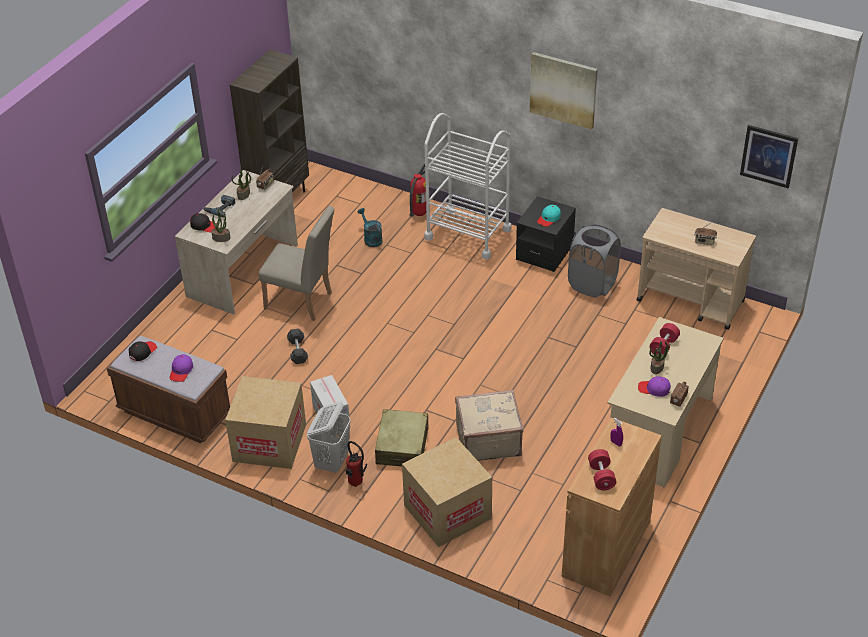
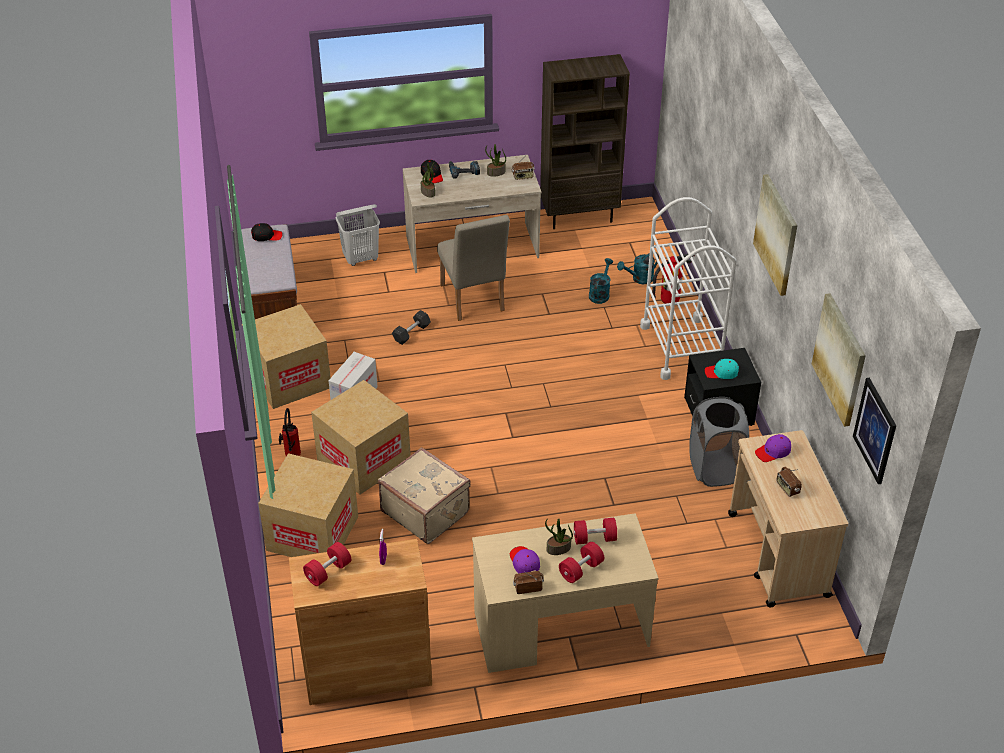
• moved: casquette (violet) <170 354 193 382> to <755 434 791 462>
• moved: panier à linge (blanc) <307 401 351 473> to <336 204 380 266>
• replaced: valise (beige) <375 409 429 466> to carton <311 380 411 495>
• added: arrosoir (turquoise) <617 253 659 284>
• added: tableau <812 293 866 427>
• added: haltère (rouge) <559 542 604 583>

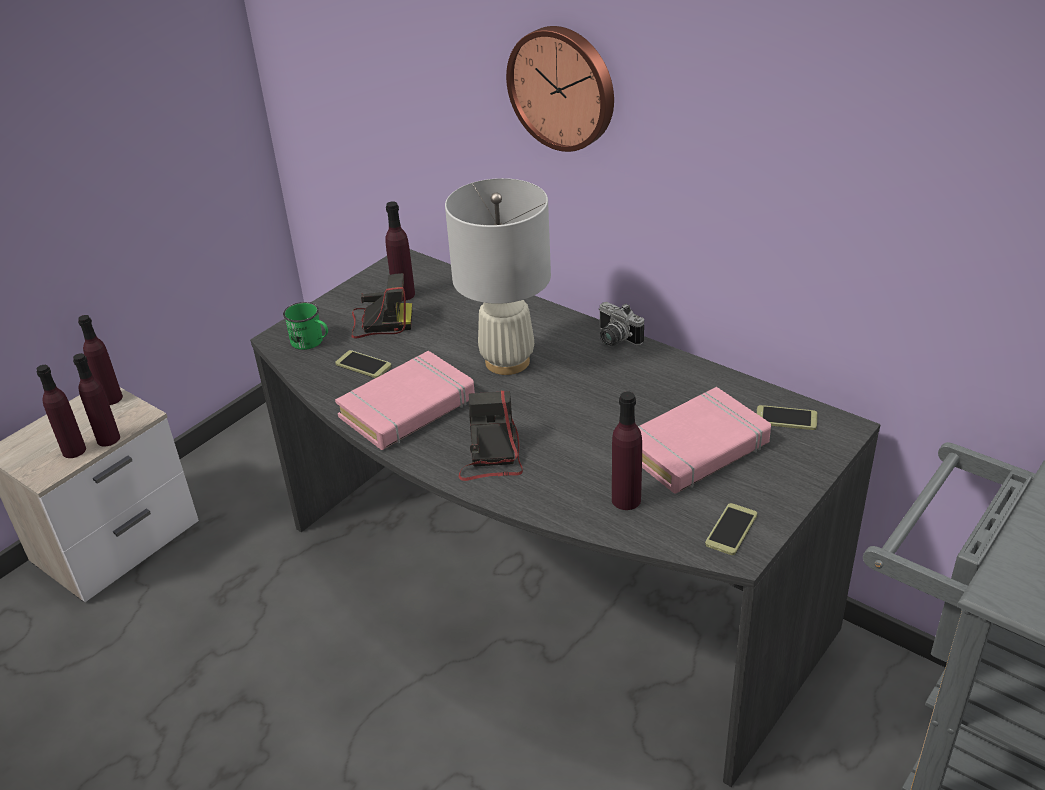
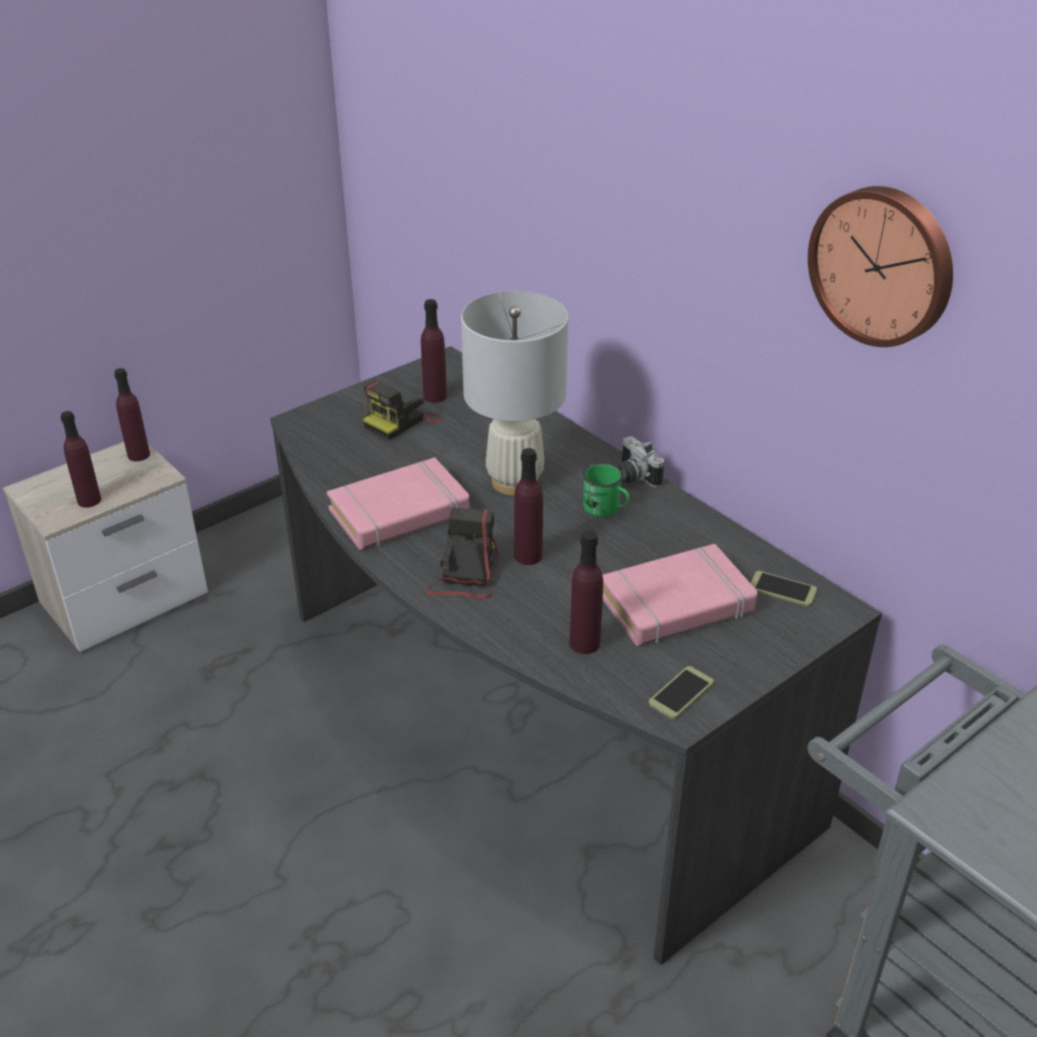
• moved: horloge murale <506 26 614 152> to <808 186 953 347>
• turned: appareil photo <351 273 412 338> = <363 380 442 440> 120 degrees clockwise
• moved: mug (vert) <283 302 328 350> to <583 463 630 517>
• removed: téléphone <335 350 391 378>
• moved: bouteille (violet) <73 353 120 447> to <514 448 543 565>

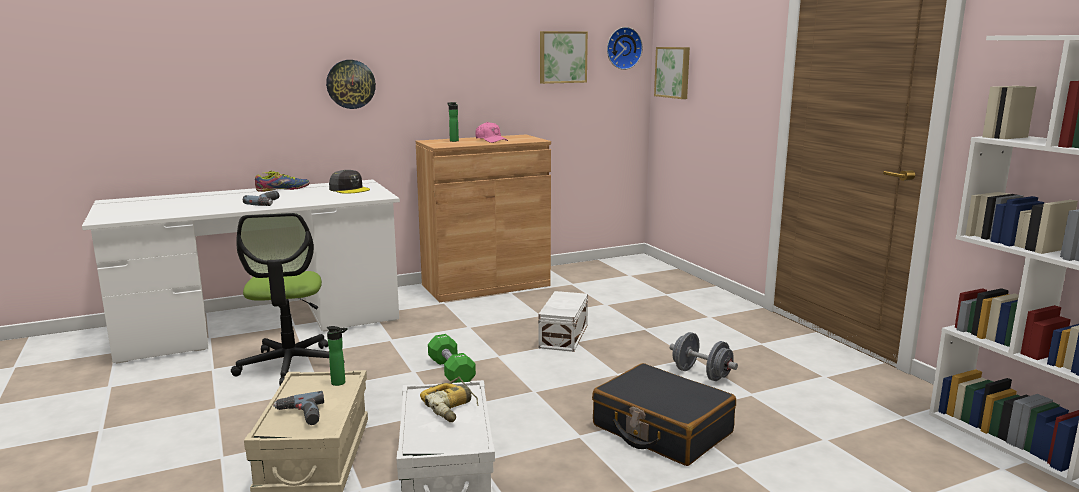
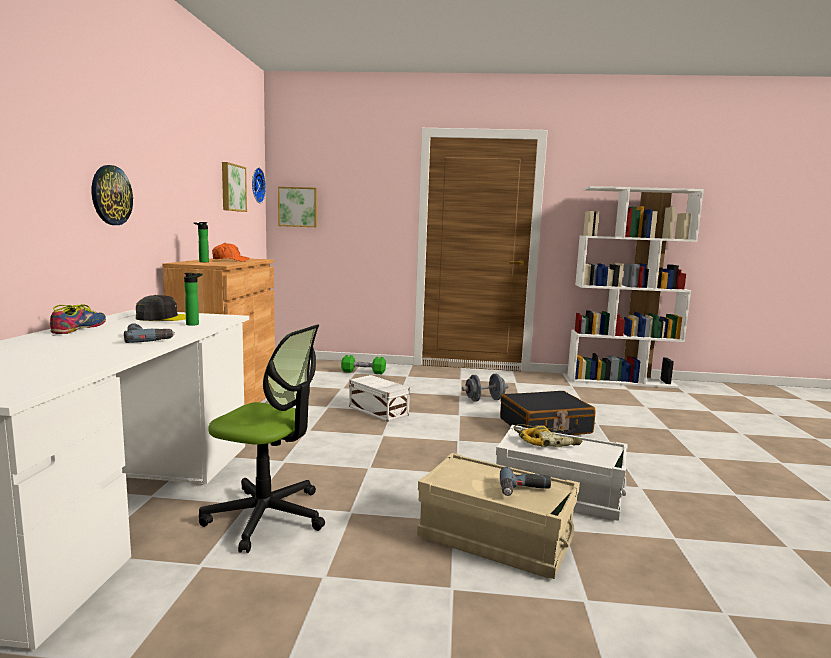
• recoloured: casquette (rose) <475 122 508 143> to casquette (orange) <212 243 249 262>
• moved: bouteille <327 326 348 386> to <184 273 202 326>
• moved: haltère (vert) <428 334 476 383> to <341 355 386 374>

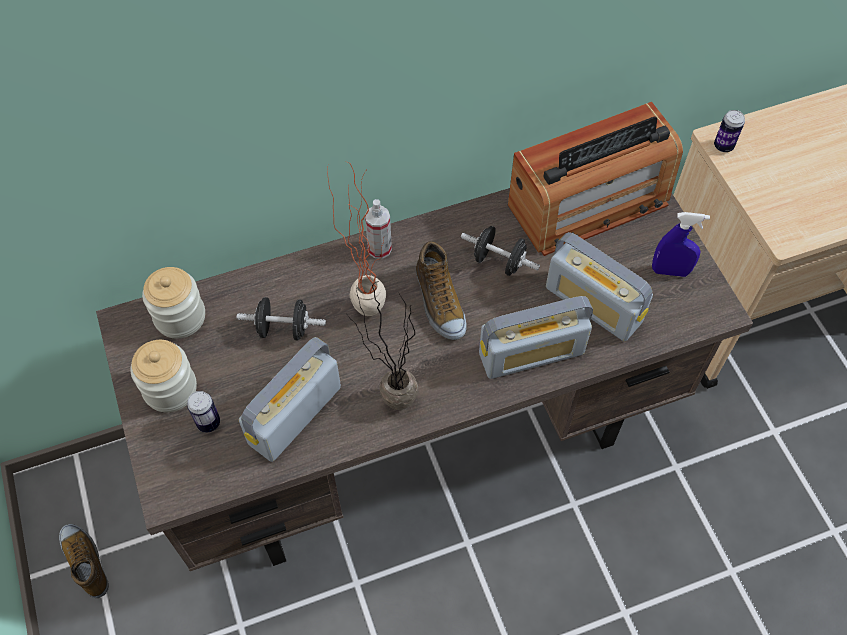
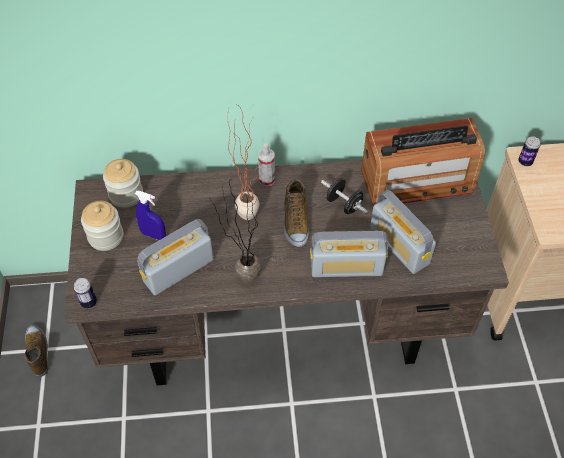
• moved: vaporisateur (bleu) <652 212 710 277> to <135 191 166 240>
• removed: haltère (noir) <237 297 326 341>
• moved: boîte métallique <187 391 220 433> to <73 278 97 309>

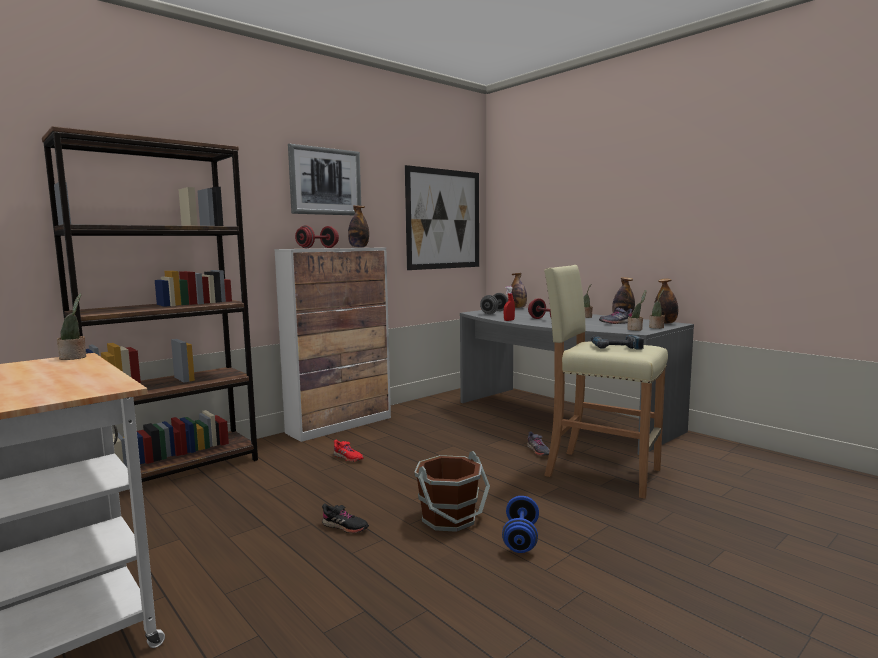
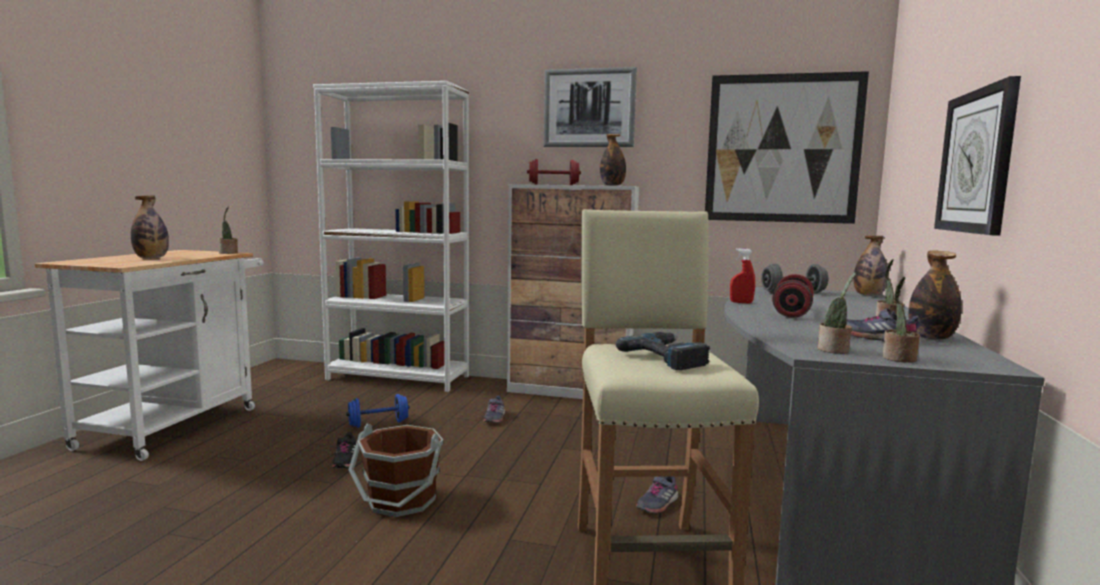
• recoloured: bibliothèque (marron) <42 126 258 482> to bibliothèque (blanc) <313 81 470 392>
• moved: bouteille <654 279 678 324> to <131 195 169 258>
• recoloured: chaussure (rouge) <334 440 364 462> to chaussure (gris) <484 396 505 423>
• moved: haltère (bleu) <502 496 539 553> to <346 394 409 428>
• added: horloge murale <934 76 1021 236>

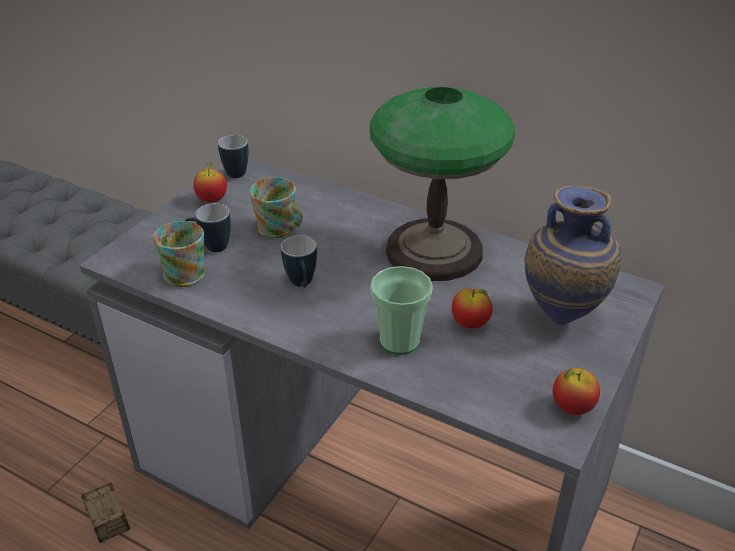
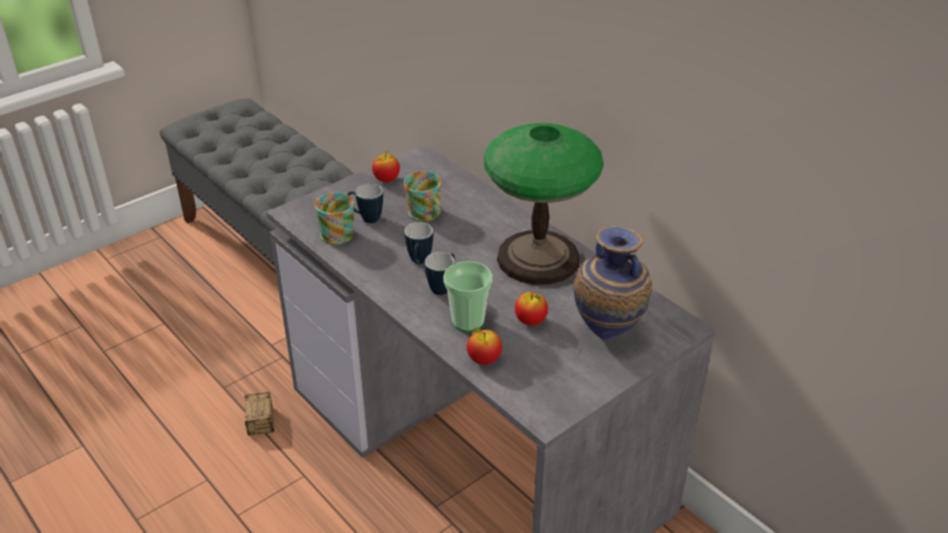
• moved: mug <218 135 248 178> to <425 252 455 295>
• moved: pomme <553 368 600 415> to <467 328 502 365>

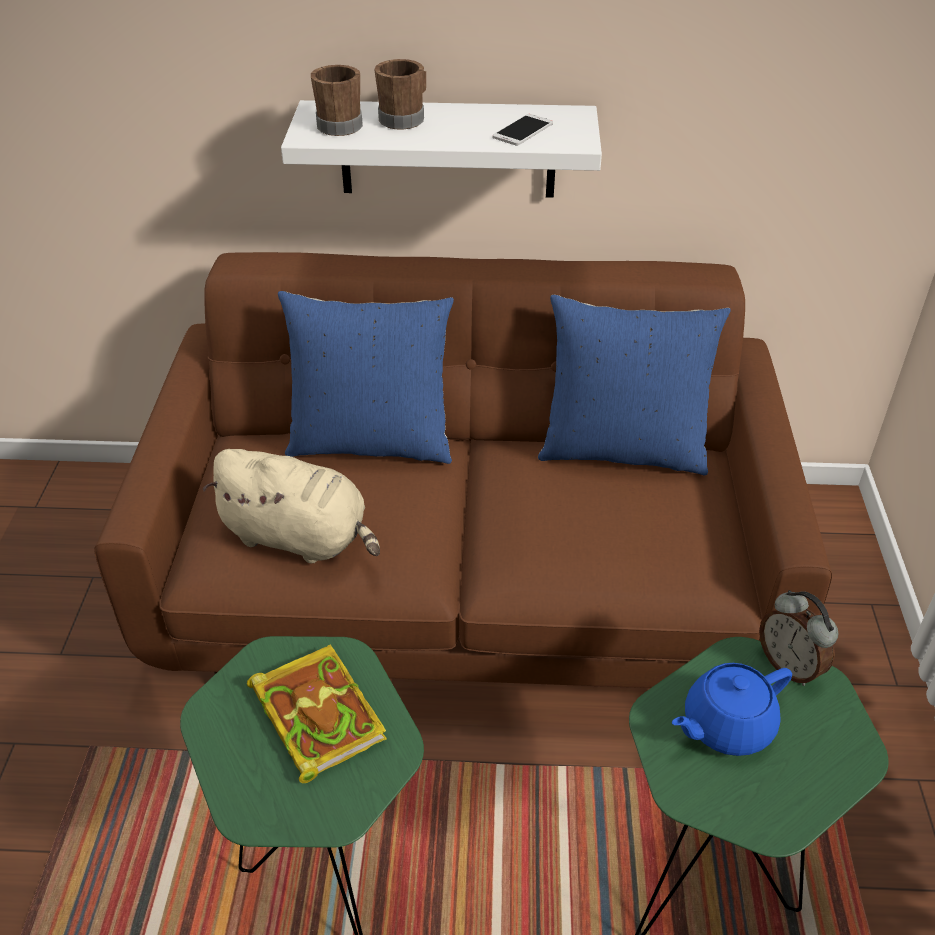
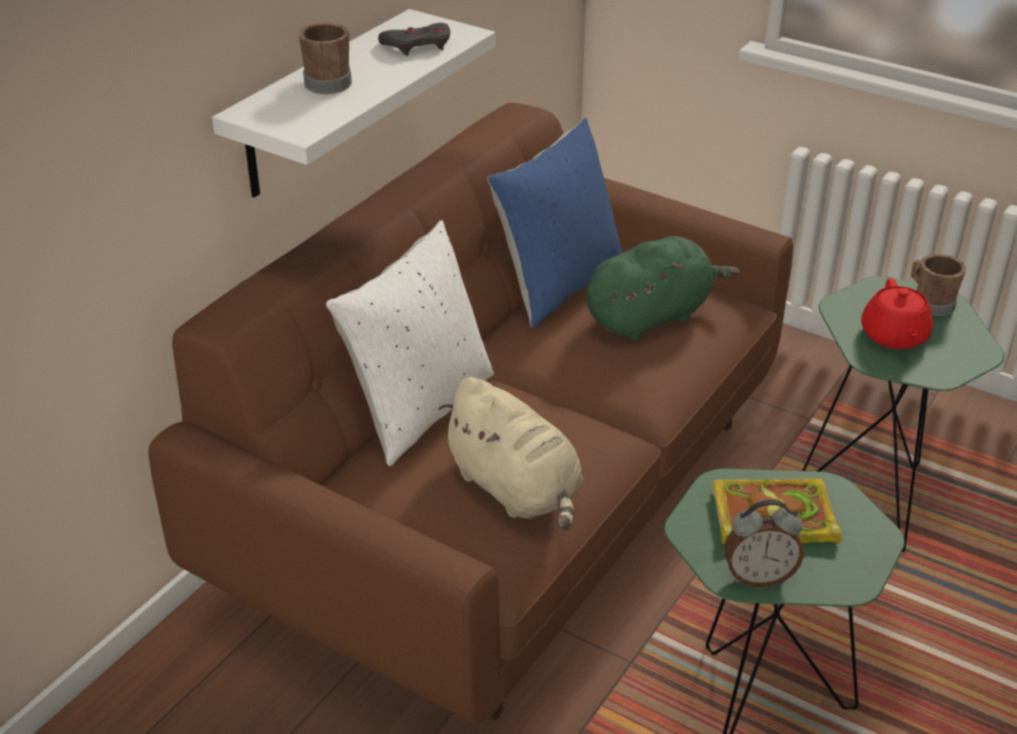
• moved: mug (marron) <311 65 363 136> to <911 254 966 316>
• replaced: téléphone <493 114 553 146> to manette (gris) <378 23 450 56>
• recoloured: coussin (bleu) <278 291 454 464> to coussin (blanc) <326 220 494 466>
• turned: peluche (beige) <203 449 380 563> = <439 377 583 530> 90 degrees clockwise
• moved: réveil <759 590 838 686> to <724 500 804 587>
• recoloured: théière (bleu) <672 663 792 756> to théière (rouge) <861 278 933 349>
• added: peluche (vert) <586 236 740 341>

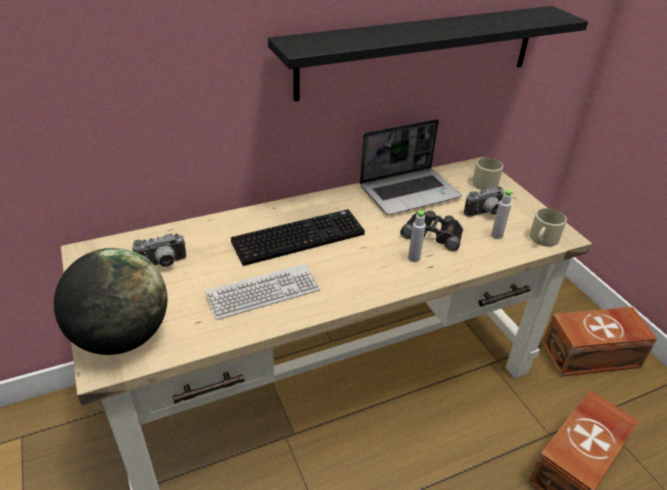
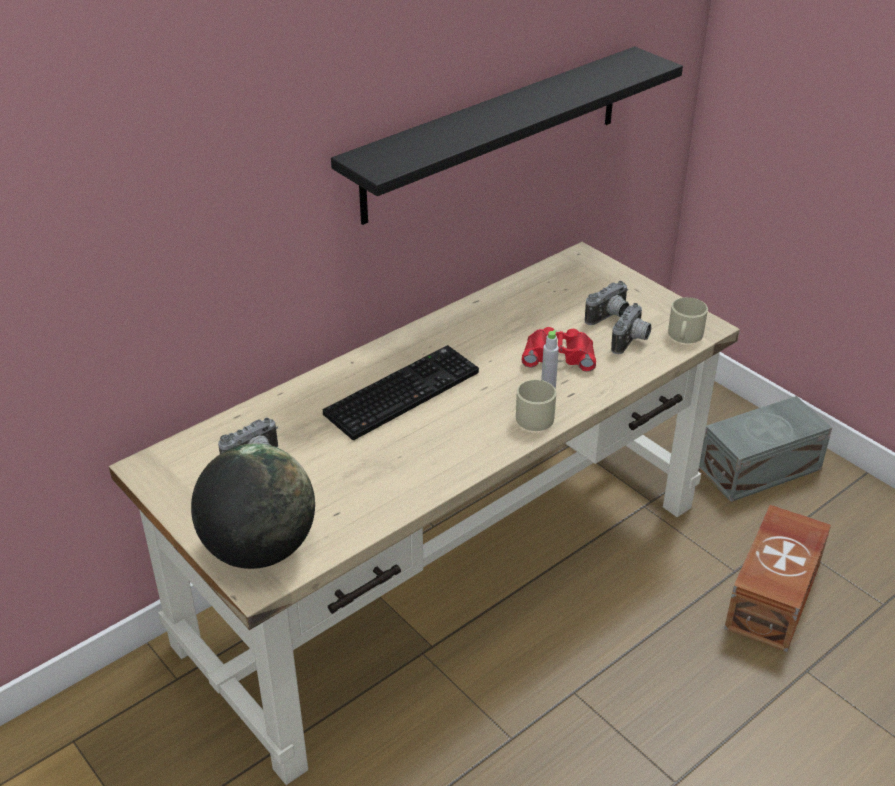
• removed: ordinateur portable <360 119 462 215>
• moved: mug (beige) <472 158 503 190> to <516 380 556 431>
• replaced: bouteille (gris) <491 190 514 239> to appareil photo <611 303 651 354>
• recoloured: jumelles (noir) <400 211 463 252> to jumelles (rouge) <522 327 596 372>
• removed: clavier <205 264 320 320>
• recoloured: boîte de rangement (marron) <542 307 658 376> to boîte de rangement (gris) <699 396 832 502>

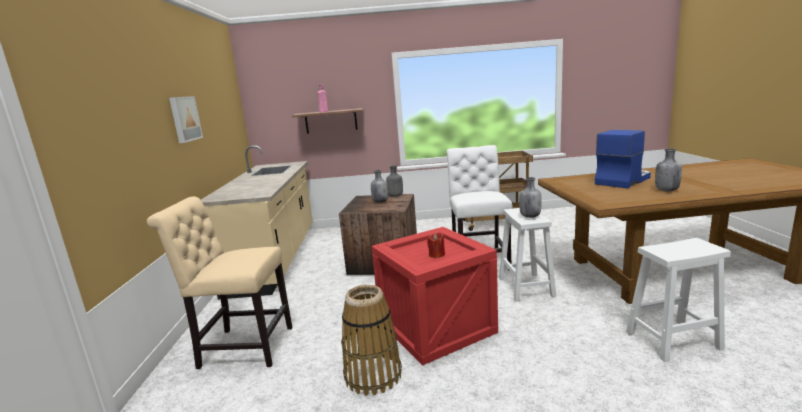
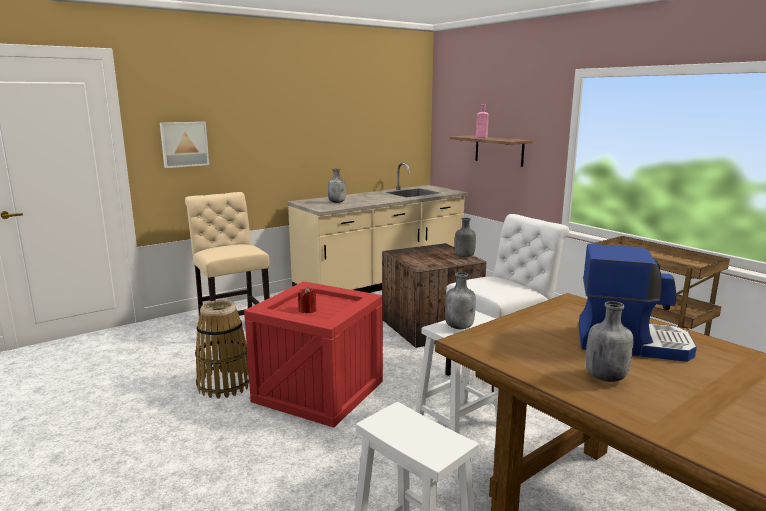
• moved: tableau <169 96 203 143> to <160 122 209 168>
• moved: bouteille (gris) <371 170 388 203> to <328 169 346 203>

